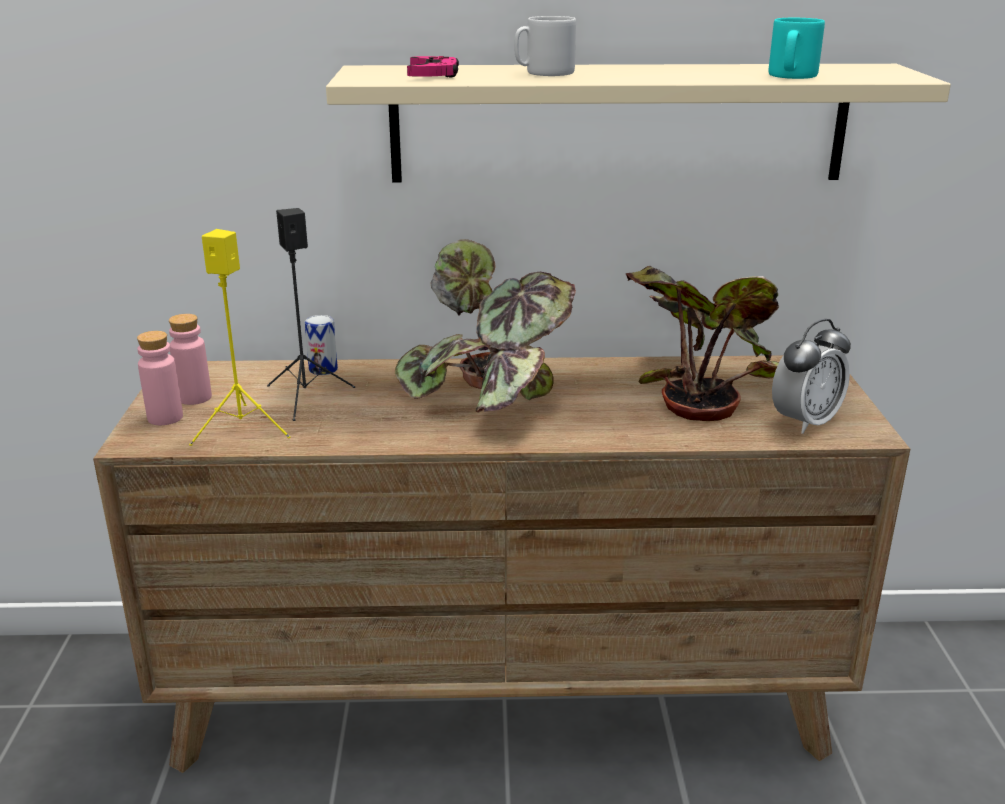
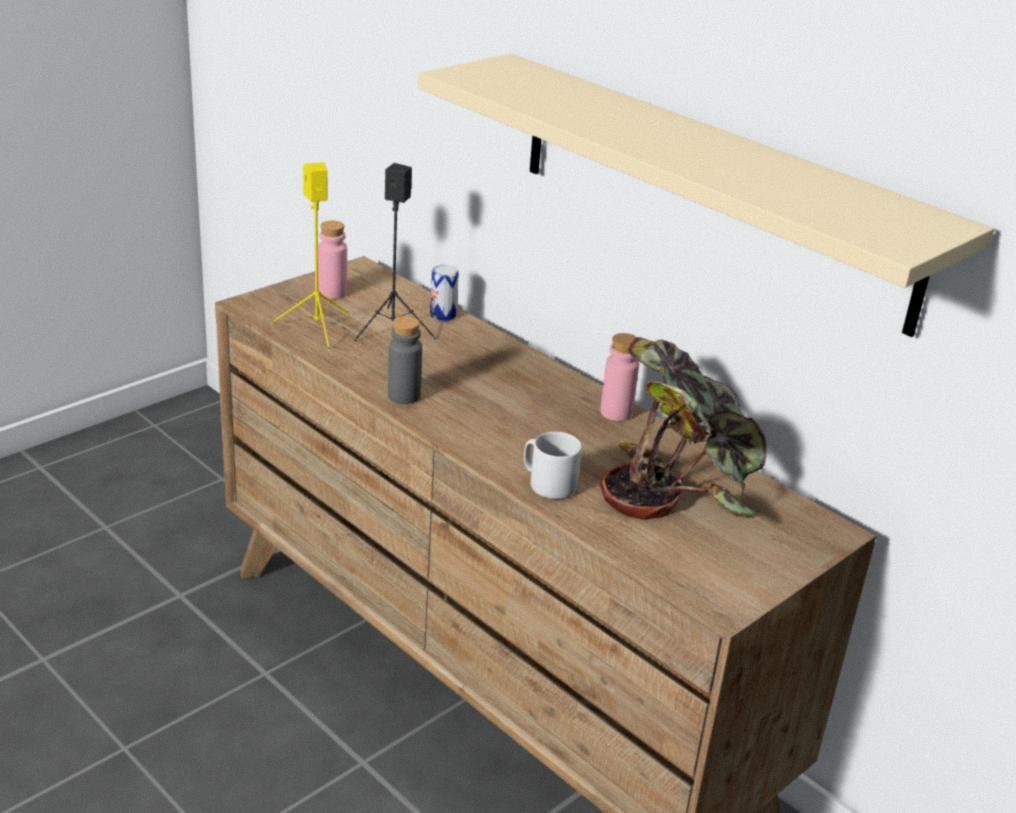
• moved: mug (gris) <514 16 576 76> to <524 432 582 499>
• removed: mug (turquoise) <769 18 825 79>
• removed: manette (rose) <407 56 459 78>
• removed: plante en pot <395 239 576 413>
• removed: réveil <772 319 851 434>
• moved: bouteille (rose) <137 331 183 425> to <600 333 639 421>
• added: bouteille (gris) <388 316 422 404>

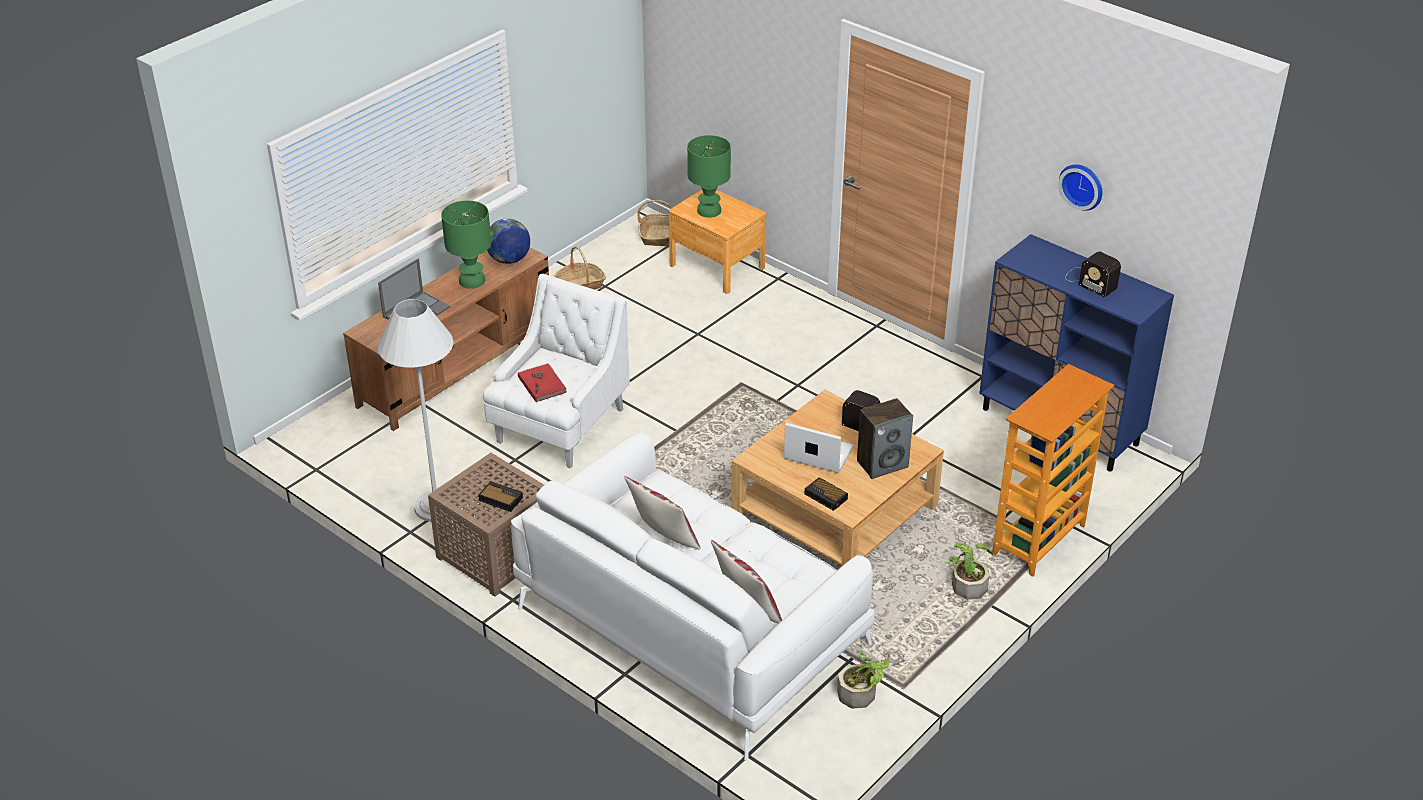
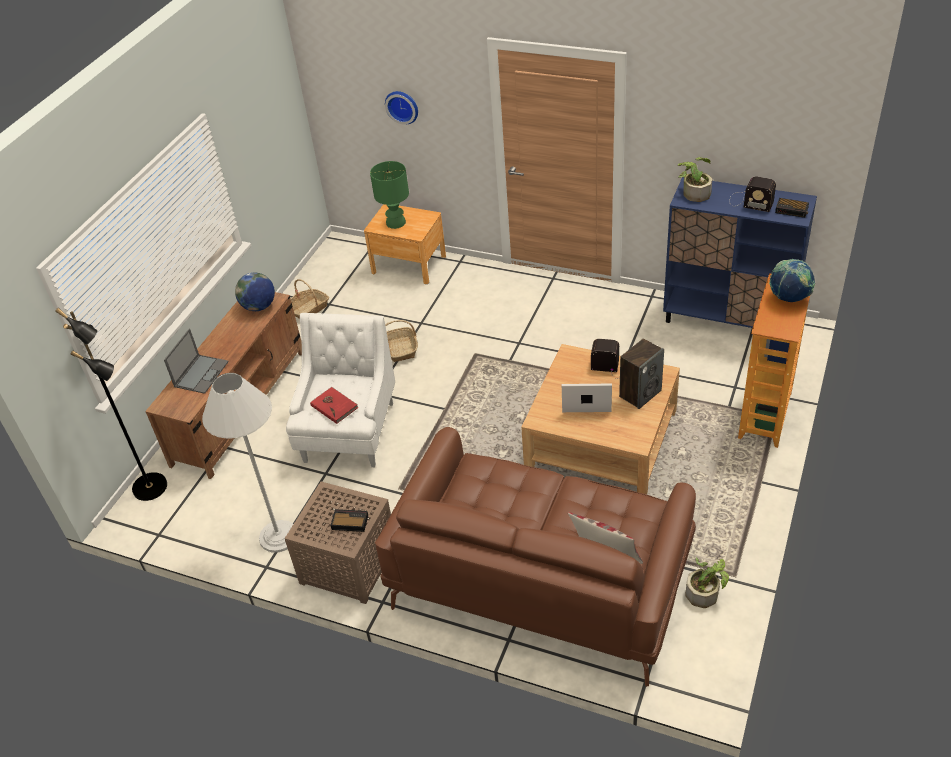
• moved: horloge murale <1058 164 1102 211> to <385 91 418 125>
• removed: lampe de table (vert) <441 200 491 289>
• moved: panier <637 200 673 246> to <385 320 418 362>
• recoloured: canapé (blanc) <511 432 875 760> to canapé (marron) <375 427 696 687>
• removed: coussin <624 476 700 549>
• moved: réveil <805 477 848 511> to <775 198 809 218>
• moved: plante en pot <945 543 993 600> to <678 157 712 202>
• added: globe <769 259 815 302>
• added: lampadaire (noir) <55 308 167 501>

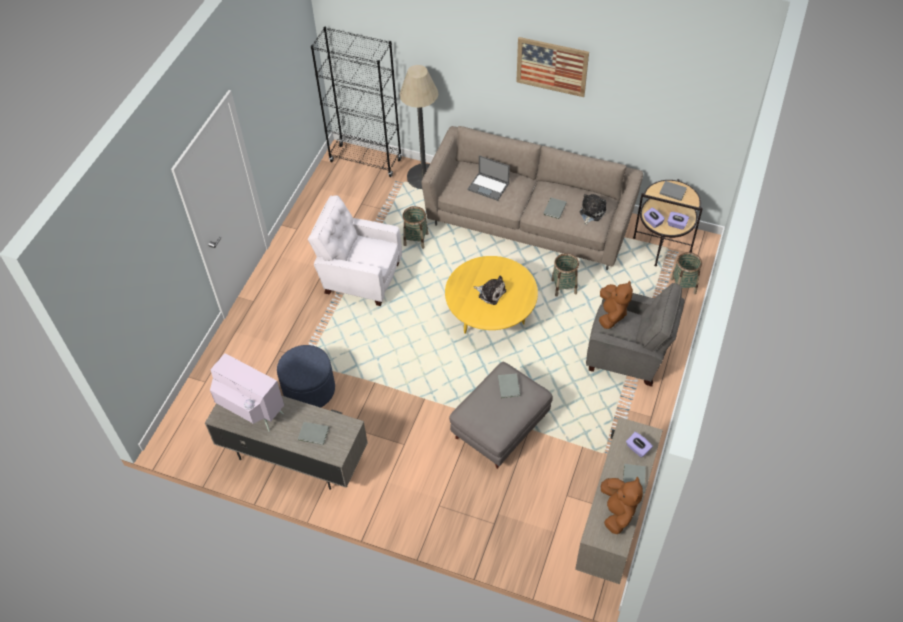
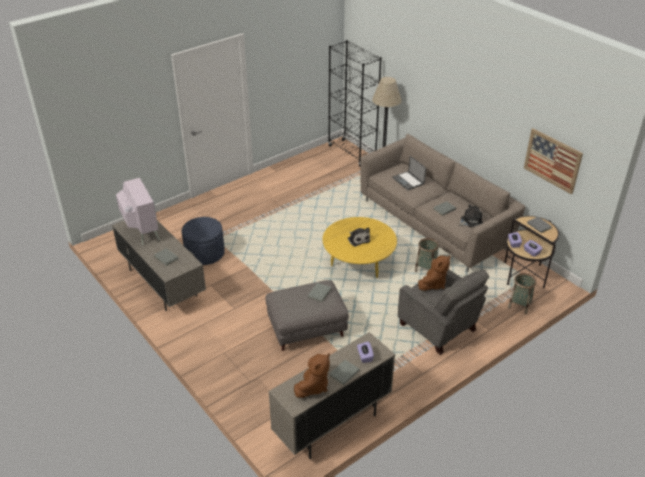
• moved: tableau <516 37 589 97> to <524 128 583 194>
• removed: fauteuil (blanc) <308 195 402 306>
• removed: panier <402 206 428 249>

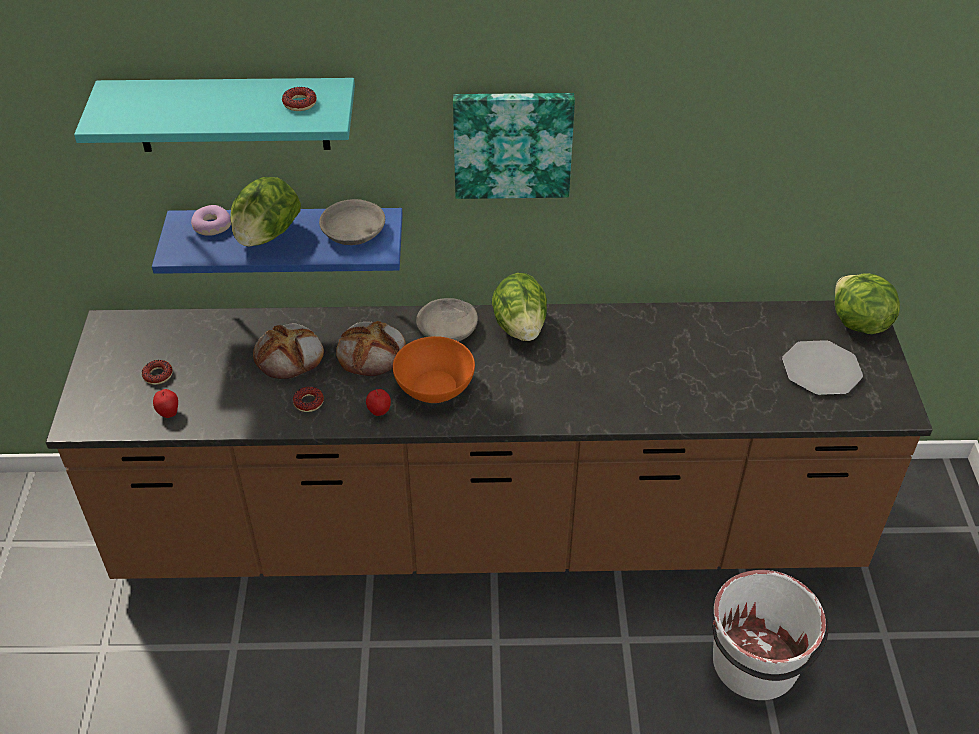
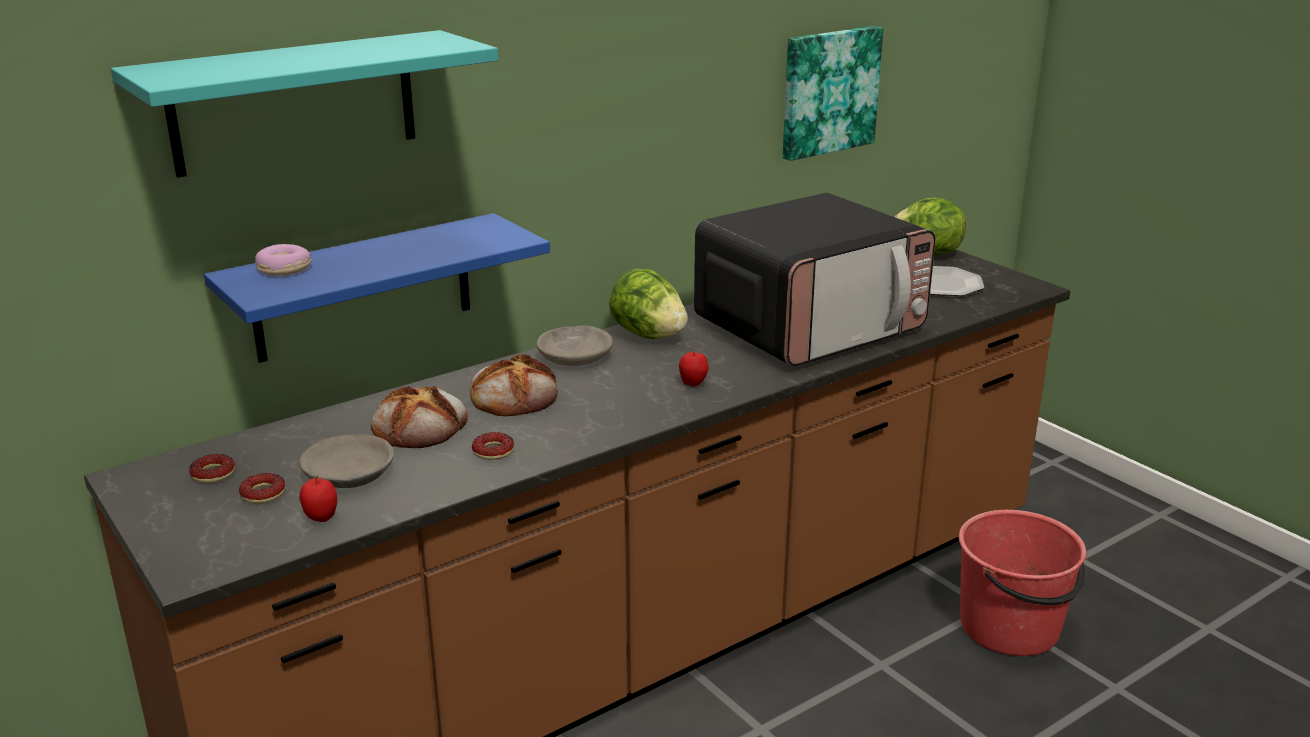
• moved: beignet <282 87 317 111> to <189 454 235 483>
• moved: tableau <453 93 575 199> to <783 26 883 161>
• removed: laitue <230 177 301 247>
• moved: bol (gris) <319 199 385 245> to <299 434 394 488>
• removed: bol (orange) <393 336 475 403>
• moved: pomme <366 389 391 416> to <679 348 709 387>
• recoloured: seau (blanc) <712 570 829 700> to seau (rouge) <959 510 1086 656>
• added: micro-ondes <694 193 935 367>

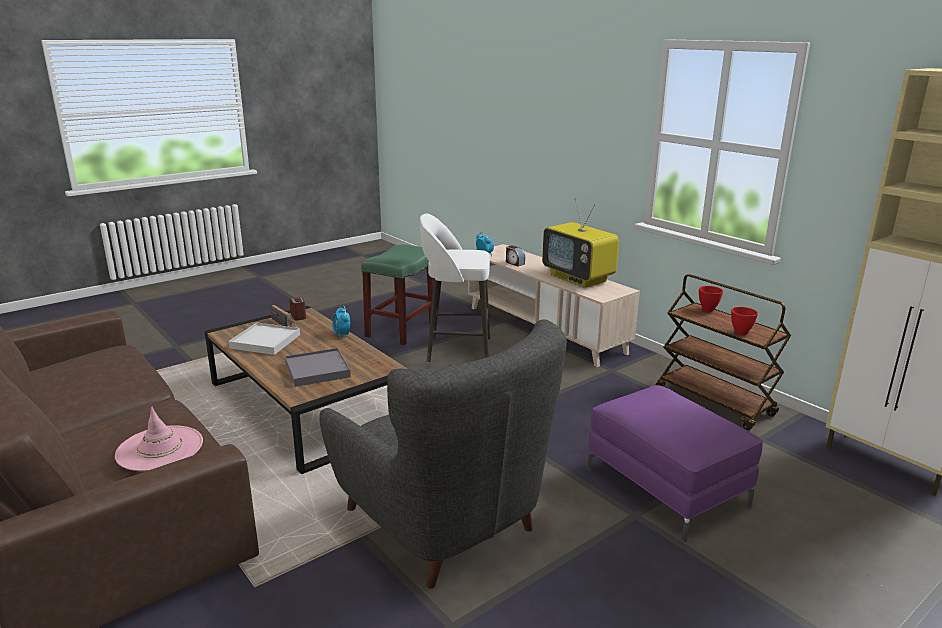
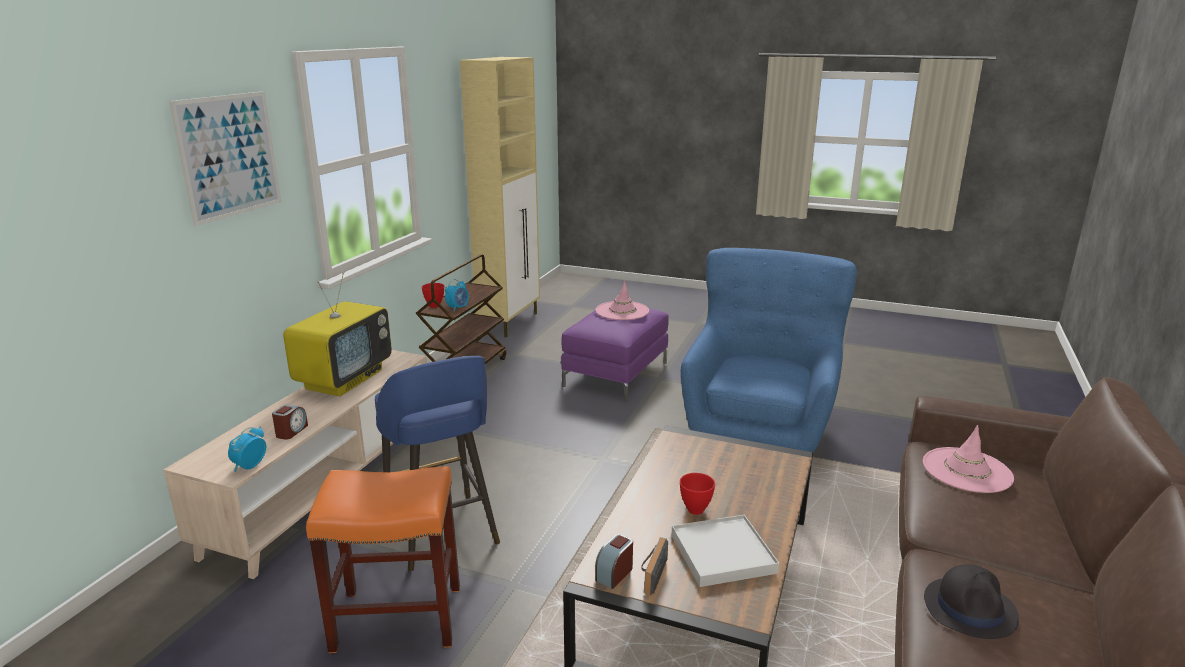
• recoloured: tabouret (blanc) <420 214 490 363> to tabouret (bleu) <375 356 500 571>
• recoloured: tabouret (vert) <361 245 433 346> to tabouret (orange) <306 466 460 653>
• moved: réveil <333 306 350 339> to <445 279 469 312>
• moved: bol (rouge) <731 307 758 335> to <680 473 715 515>
• recoloured: fauteuil (gris) <319 320 567 588> to fauteuil (bleu) <681 248 857 452>
• removed: plateau (gris) <285 348 351 387>
• added: tableau <169 91 281 226>
• added: chapeau (rose) <595 280 649 320>
• added: chapeau (noir) <924 564 1019 639>

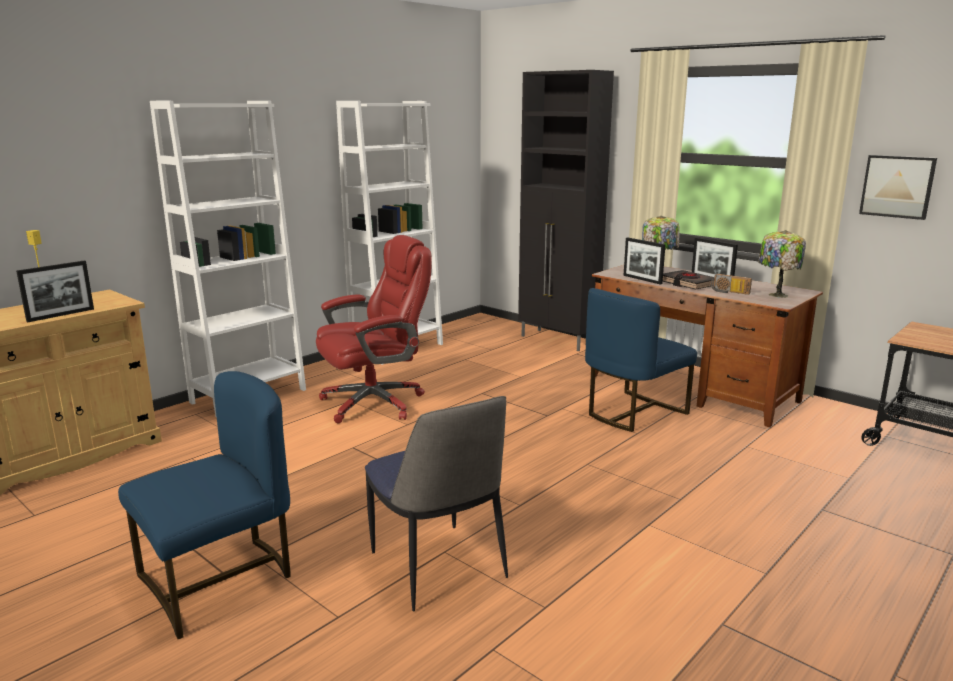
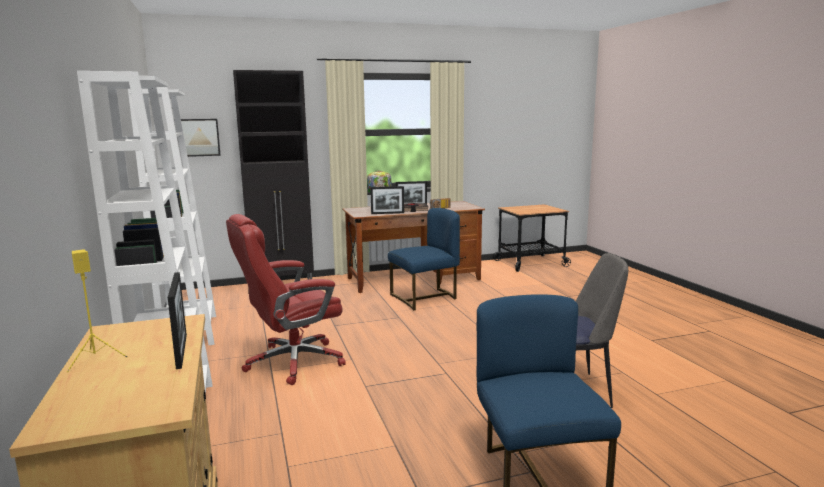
• moved: tableau <859 155 937 220> to <181 119 221 157>
• removed: lampe de table <758 230 806 298>
• turned: chaise de bureau (rouge) <316 235 432 423> = <226 214 346 385> 120 degrees counterclockwise
• turned: chaise (bleu) <585 288 697 432> = <388 208 460 310> 105 degrees counterclockwise

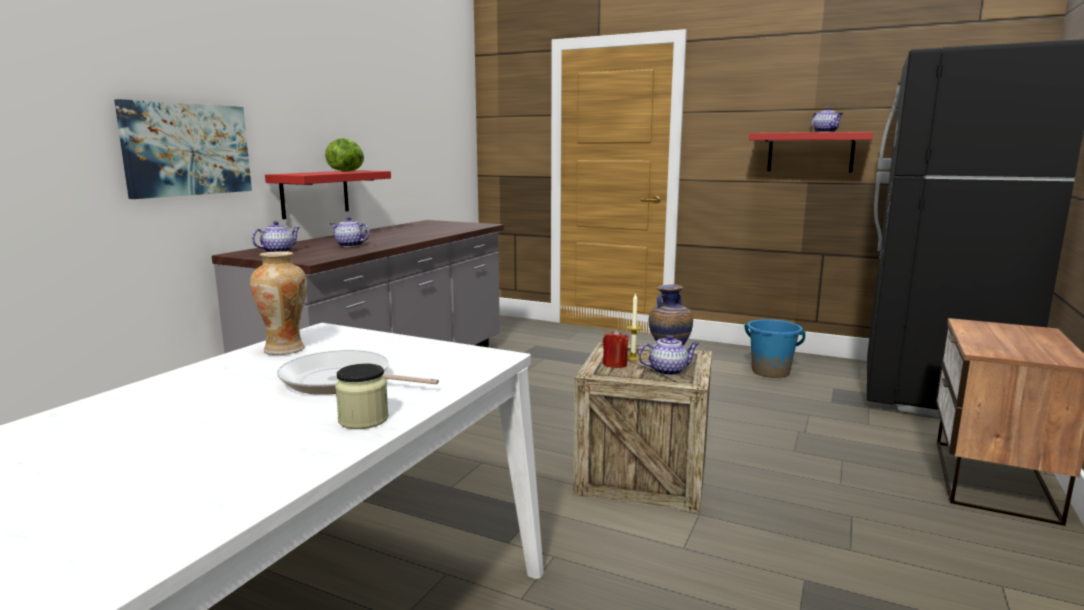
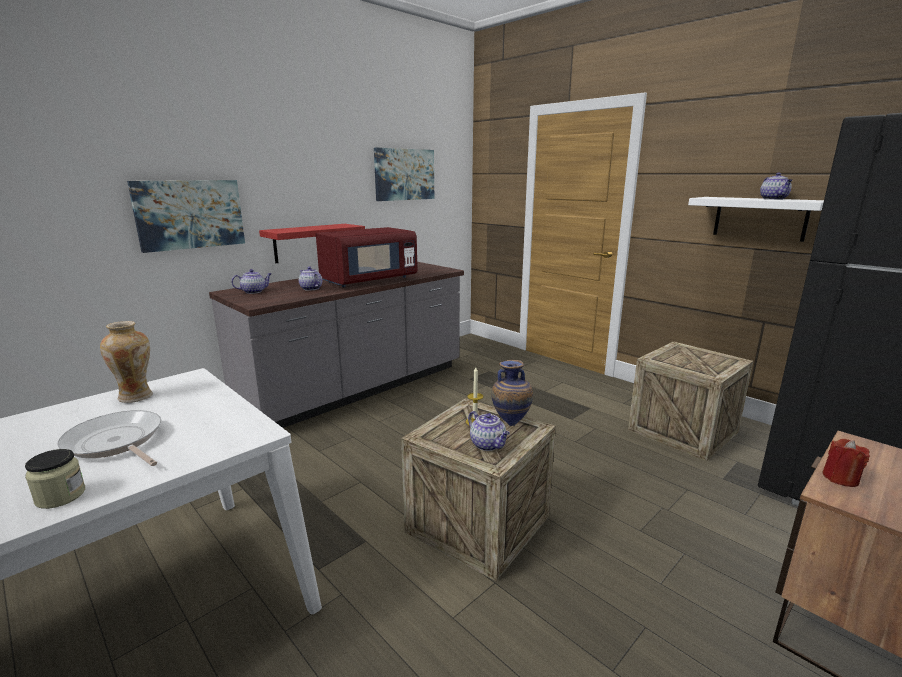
• recoloured: étagère (rouge) <749 132 873 172> to étagère (blanc) <688 197 824 242>
• removed: laitue <325 138 364 172>
• replaced: seau (bleu) <744 319 805 378> to caisse <628 342 753 461>
• moved: bougie (rouge) <603 329 629 368> to <823 439 870 487>
• turned: théière <638 335 699 375> = <468 411 510 451> 45 degrees clockwise
• added: tableau <374 148 434 201>
• added: micro-ondes (rouge) <316 227 417 287>

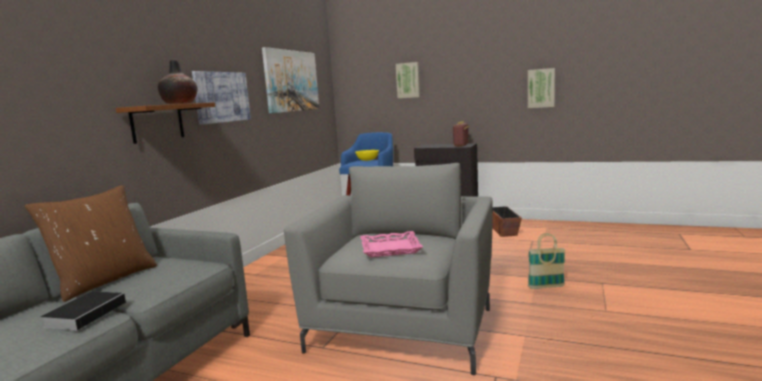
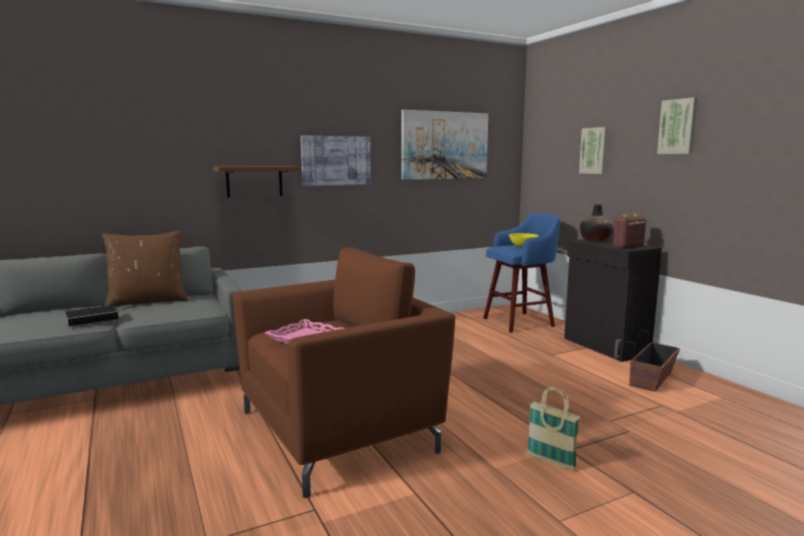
• moved: vase <158 60 197 104> to <580 204 613 242>
• moved: tableau <528 68 555 108> to <657 97 698 154>
• recoloured: fauteuil (gris) <284 163 493 375> to fauteuil (marron) <233 247 455 498>

